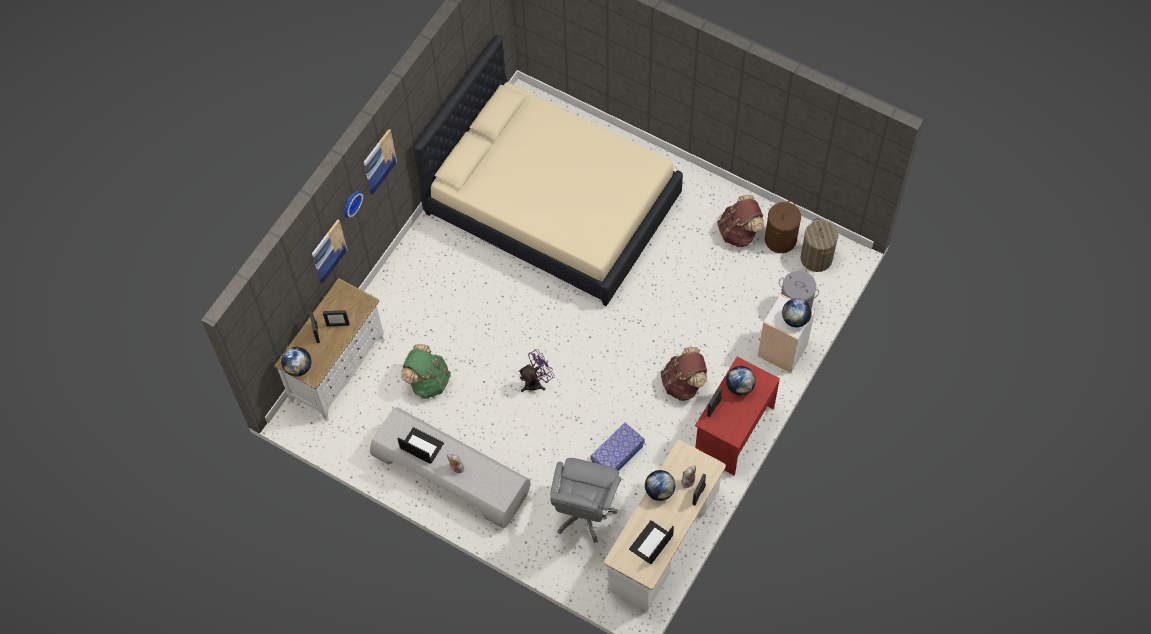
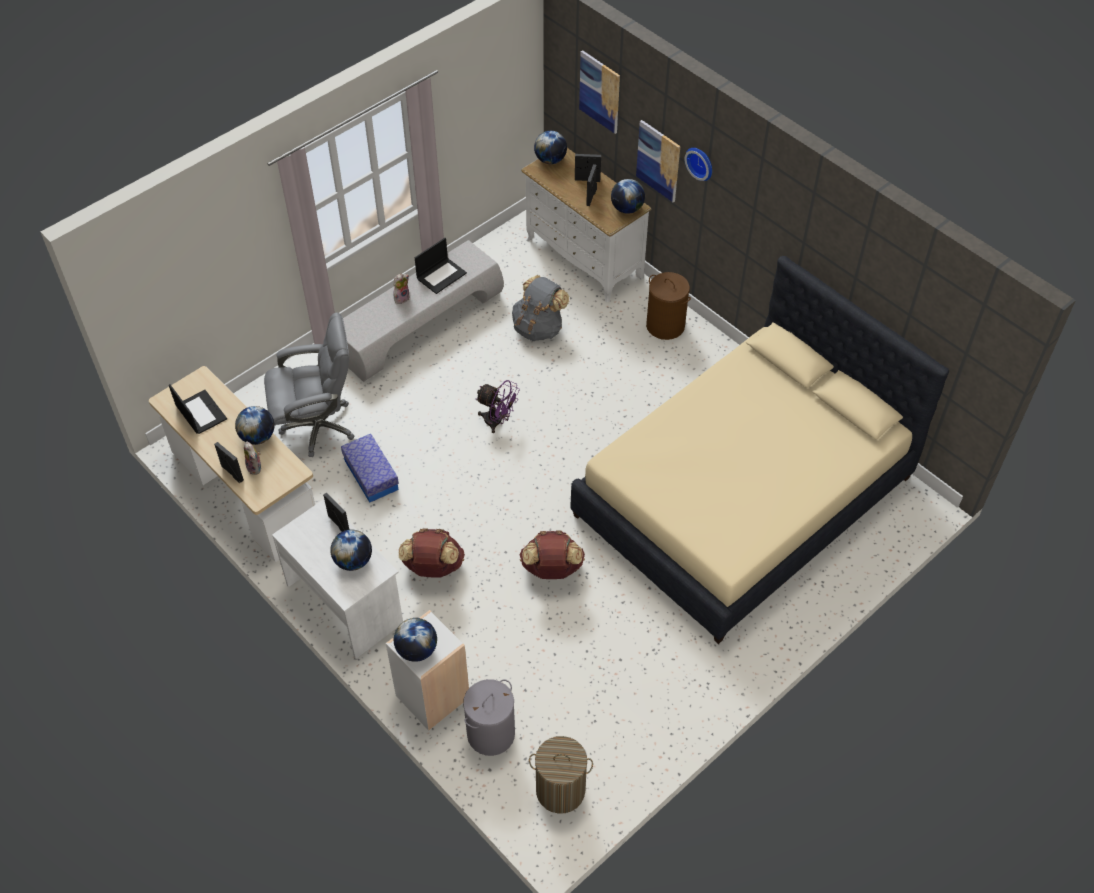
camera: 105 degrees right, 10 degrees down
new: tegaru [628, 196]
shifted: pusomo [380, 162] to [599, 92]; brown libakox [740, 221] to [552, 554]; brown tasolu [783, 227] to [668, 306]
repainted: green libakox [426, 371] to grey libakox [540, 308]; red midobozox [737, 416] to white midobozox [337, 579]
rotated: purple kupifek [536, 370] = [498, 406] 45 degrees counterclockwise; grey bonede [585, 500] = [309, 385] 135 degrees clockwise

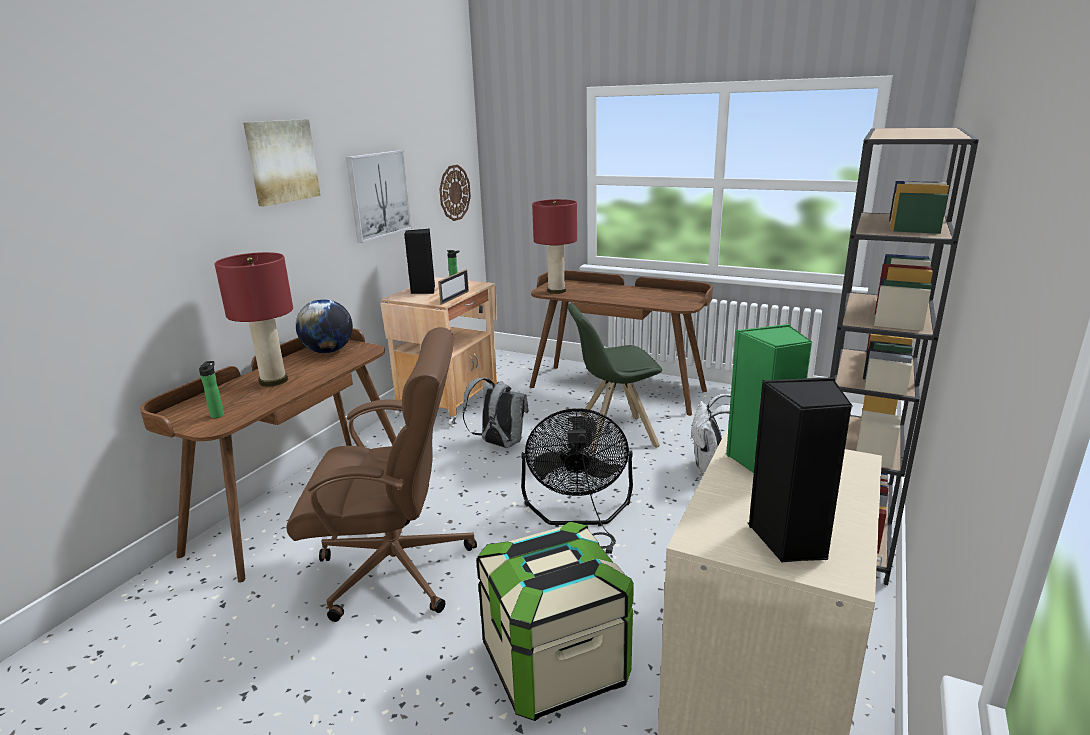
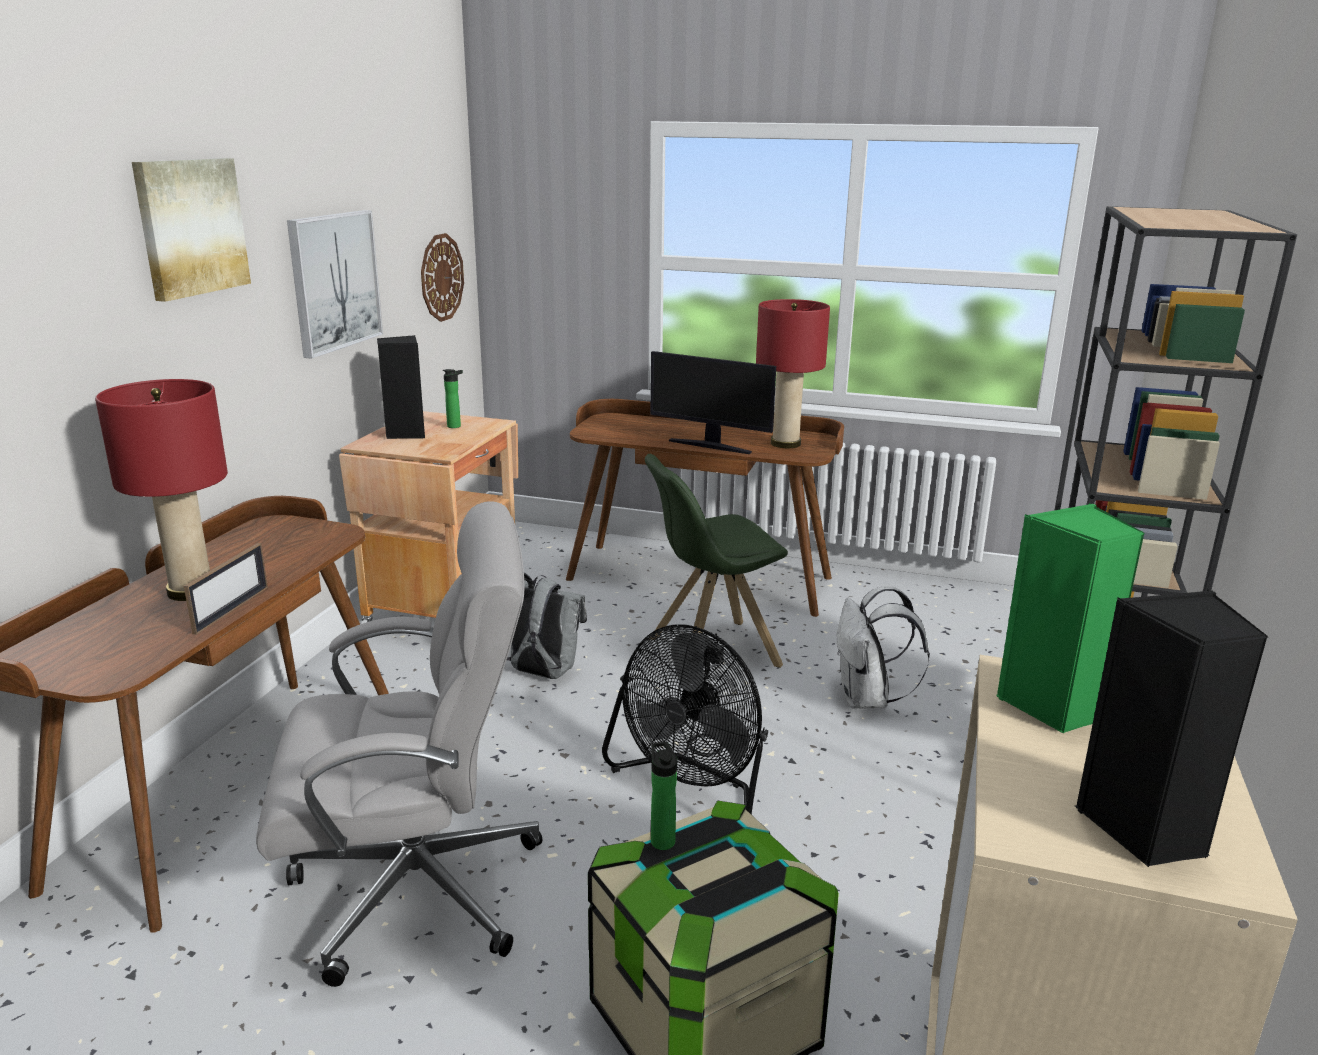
camera: 10 degrees left, 0 degrees up
gone: tegaru [324, 326]
new: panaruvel [713, 402]
shifted: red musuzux [554, 246] to [793, 373]; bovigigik [453, 287] to [226, 589]; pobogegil [211, 389] to [664, 796]
repainted: brown bonede [382, 474] to grey bonede [399, 744]
rotated: black kupifek [577, 481] = [685, 719] 135 degrees counterclockwise

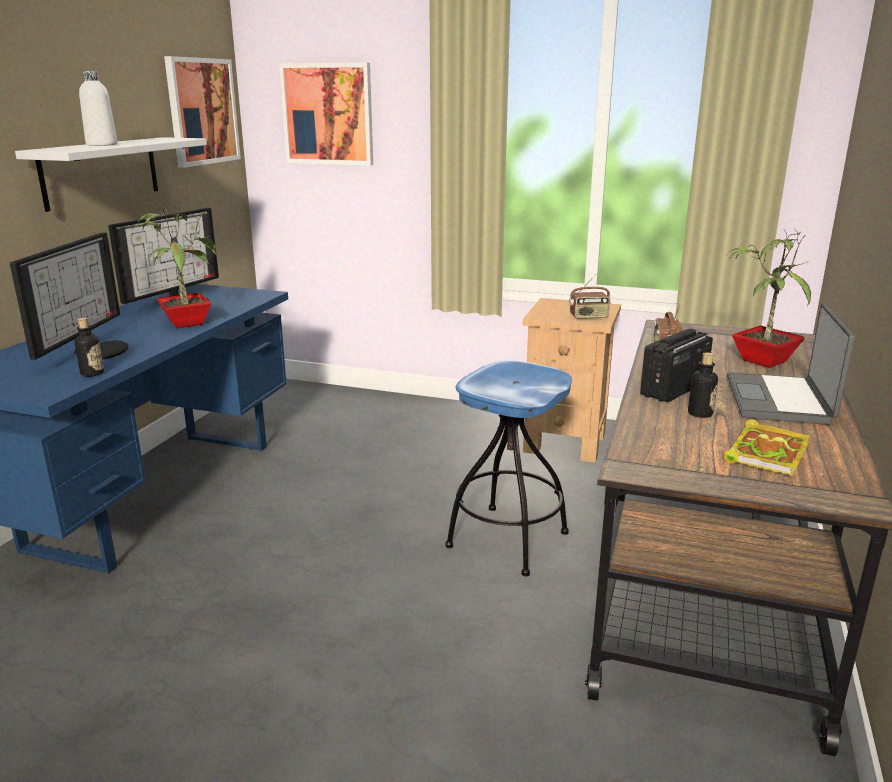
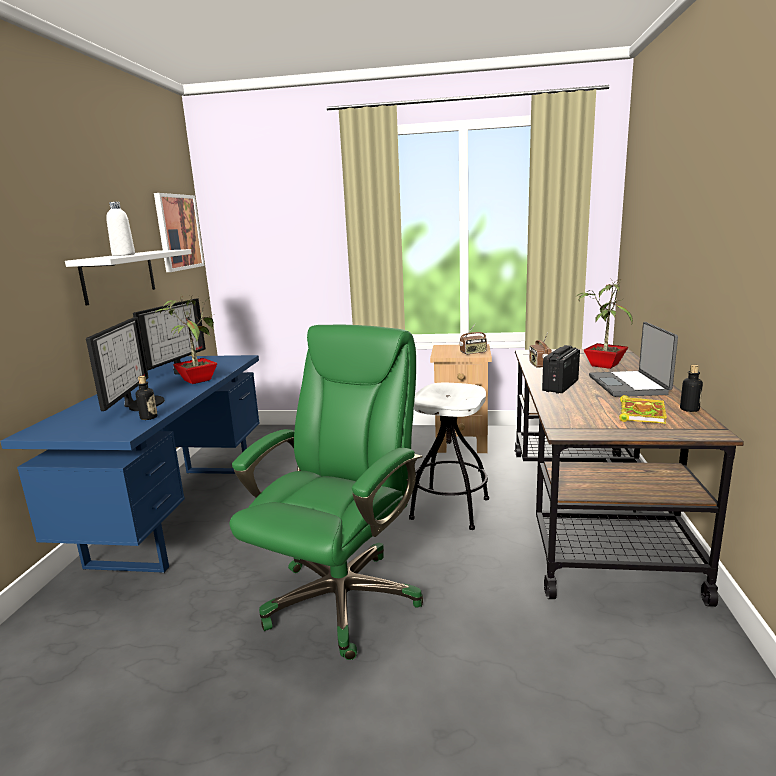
camera: 10 degrees left, 5 degrees down
gone: pusomo [326, 114]
new: green bonede [326, 492]
shifted: pobogegil [703, 385] to [691, 388]
repainted: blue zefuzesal [508, 468] to white zefuzesal [449, 456]

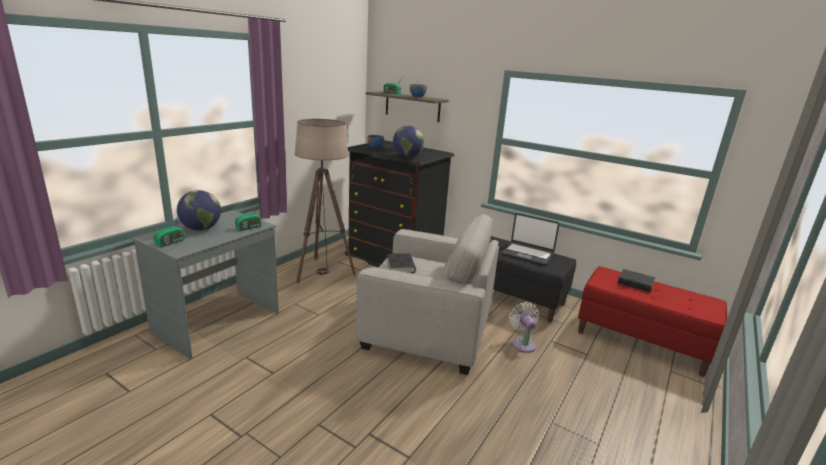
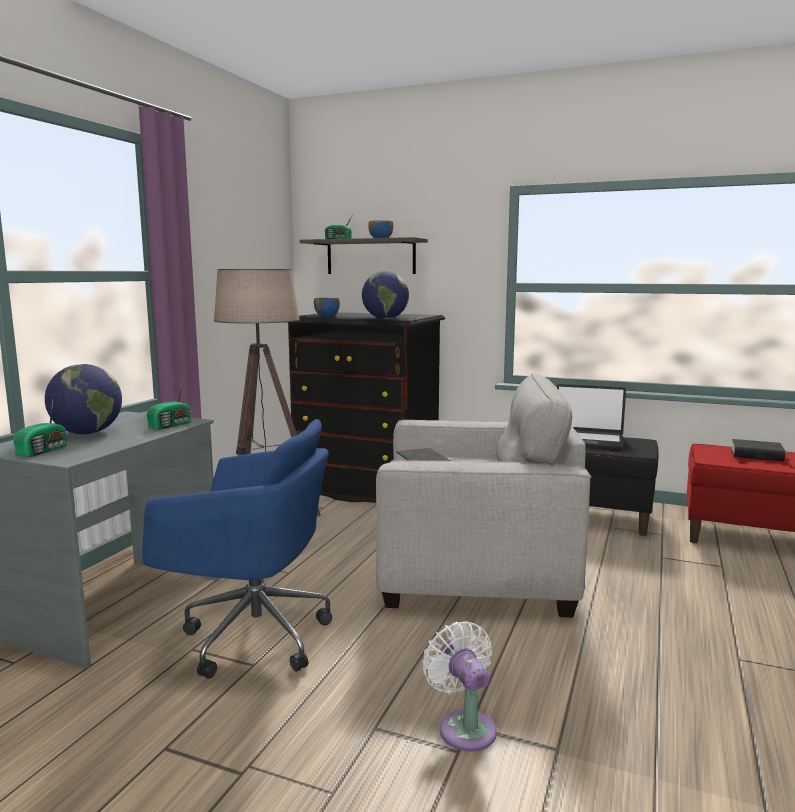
camera: 10 degrees left, 10 degrees down
new: blue bonede [237, 549]
shifted: white kupifek [524, 327] to [459, 686]

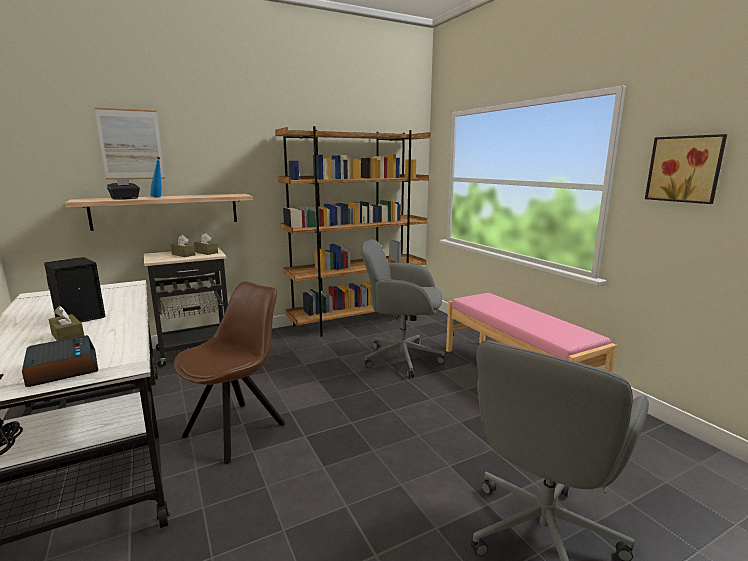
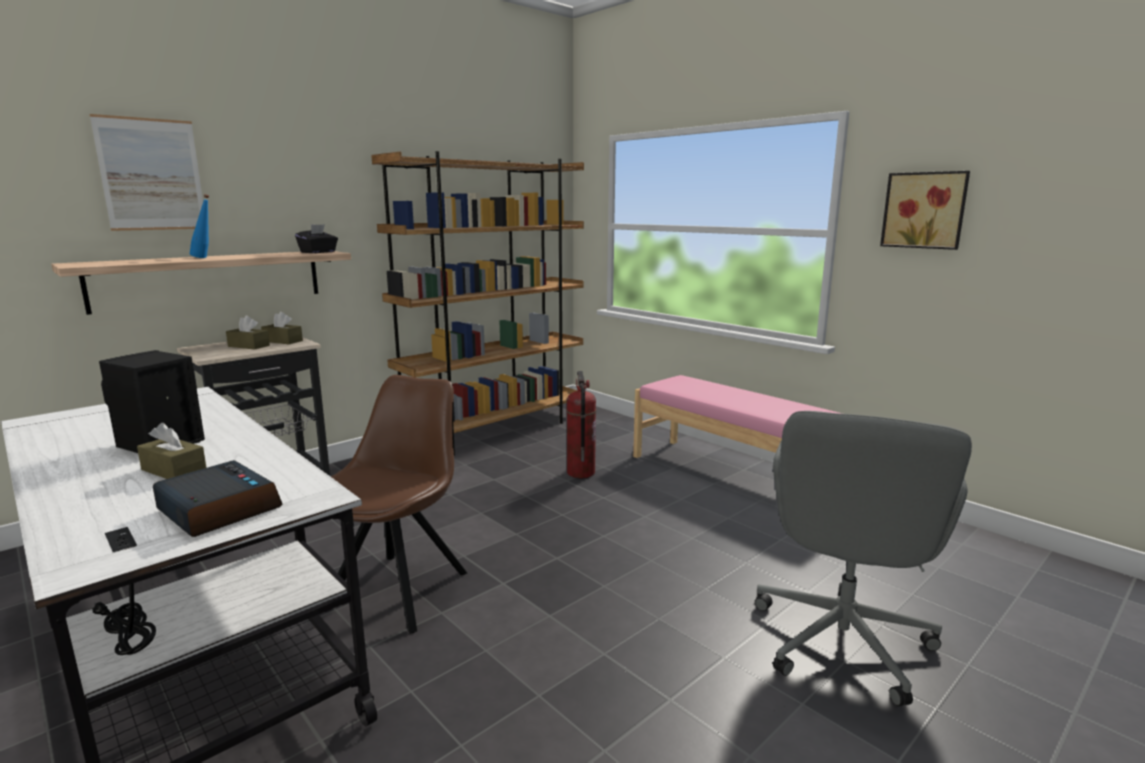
camera: 15 degrees left, 0 degrees up
shifted: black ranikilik [123, 189] to [316, 238]
swapped: grey bonede [403, 308] to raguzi [581, 424]

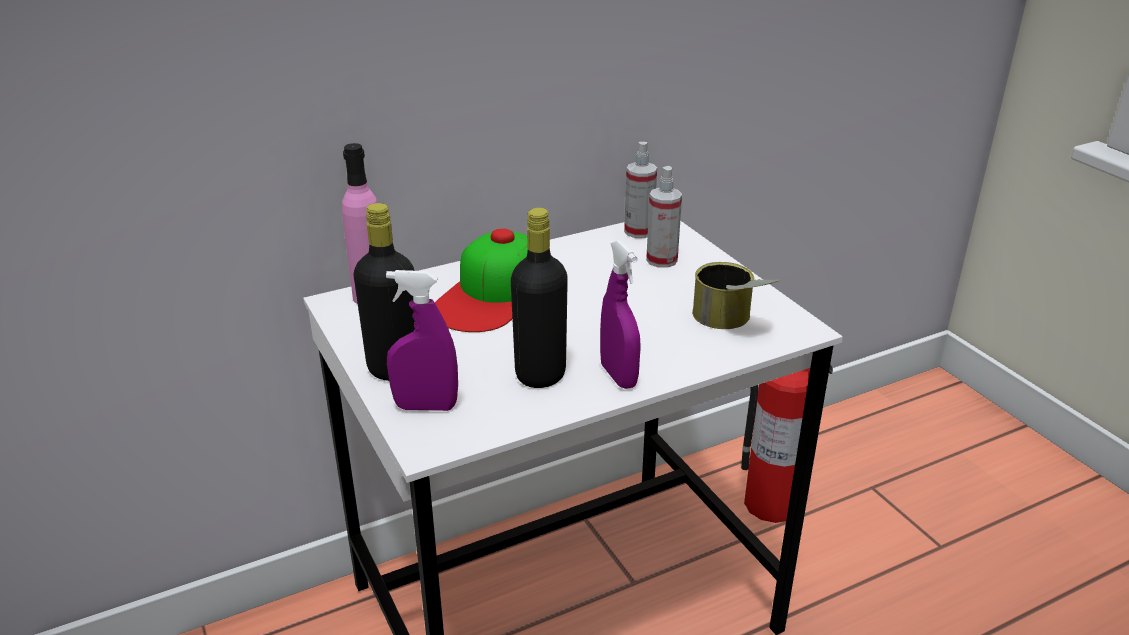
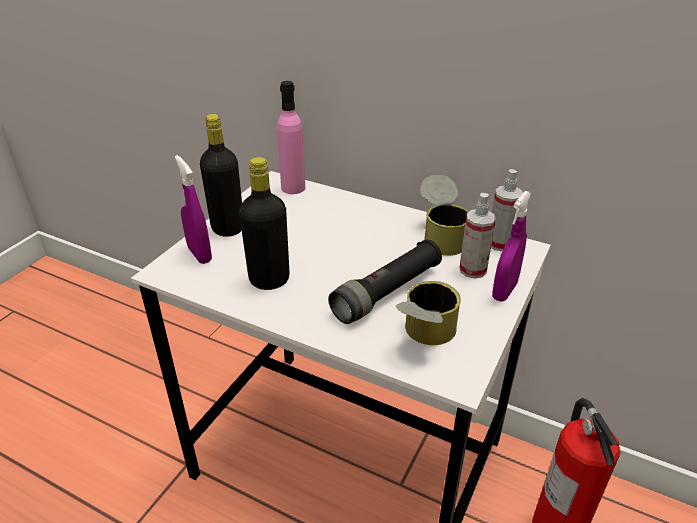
camera: 55 degrees right, 5 degrees up
gone: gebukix [481, 280]
new: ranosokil [444, 215]; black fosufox [385, 281]
shifted: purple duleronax [620, 314] to [511, 246]

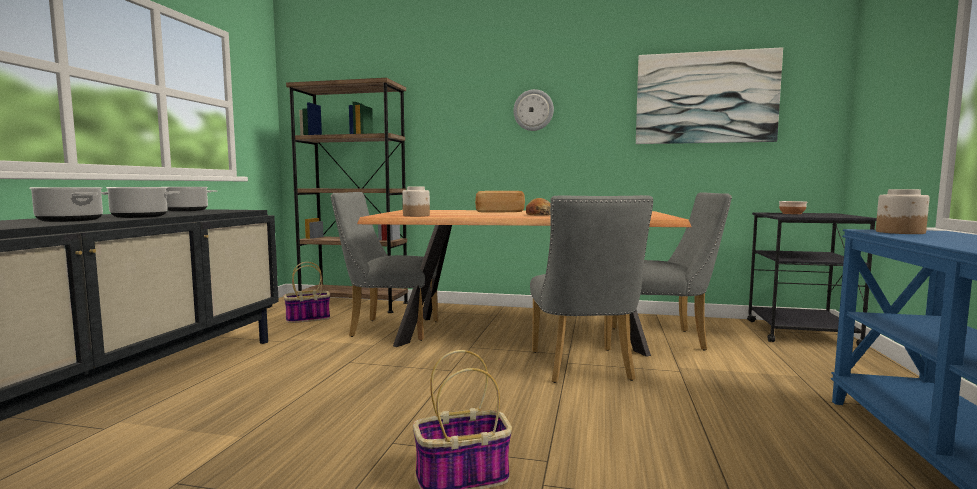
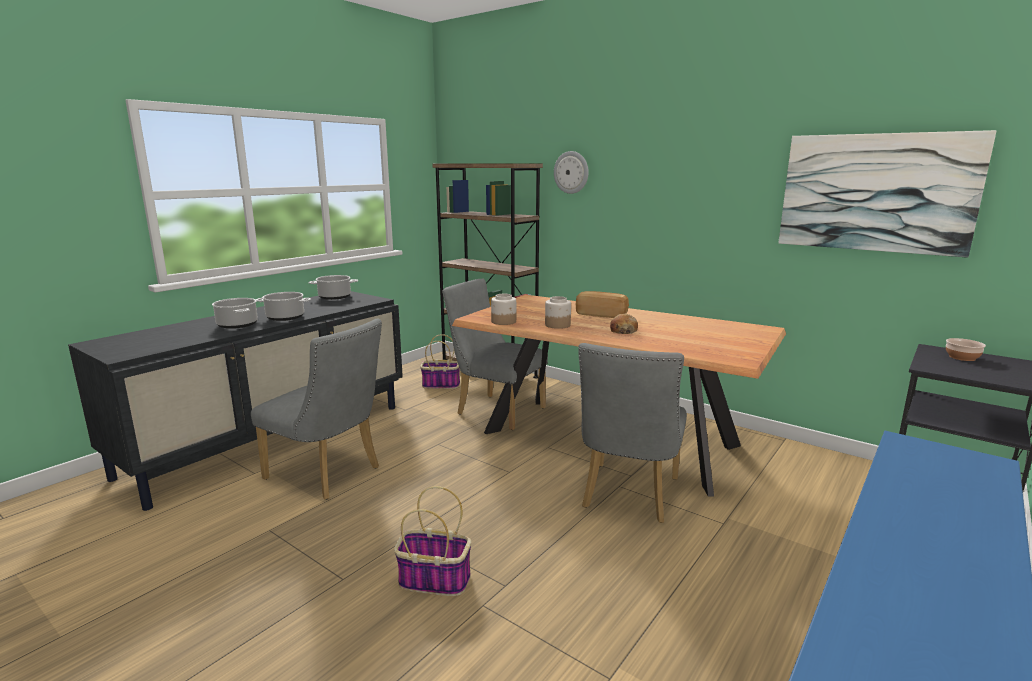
camera: 25 degrees right, 10 degrees up
shifted: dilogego [533, 110] to [571, 172]; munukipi [903, 211] to [558, 312]; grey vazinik [672, 272] to [316, 409]

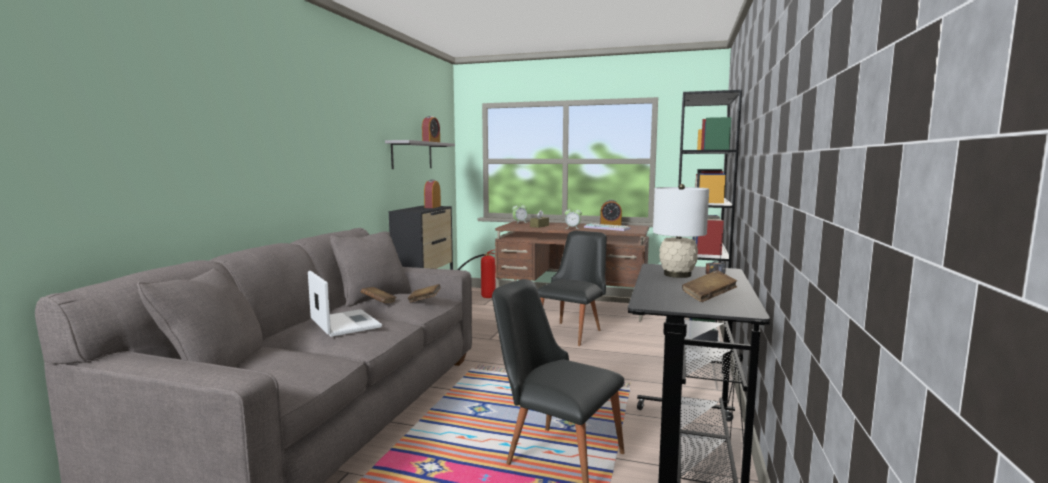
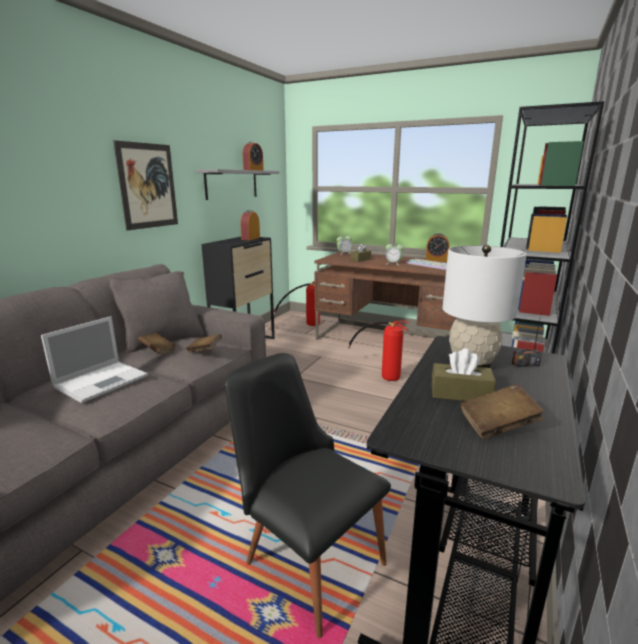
camera: 10 degrees right, 10 degrees up
new: pusomo [145, 185]; brown ranikilik [464, 375]
swapped: black vazinik [572, 288] to raguzi [378, 351]
rotated: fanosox [345, 304] = [94, 359] 60 degrees clockwise

